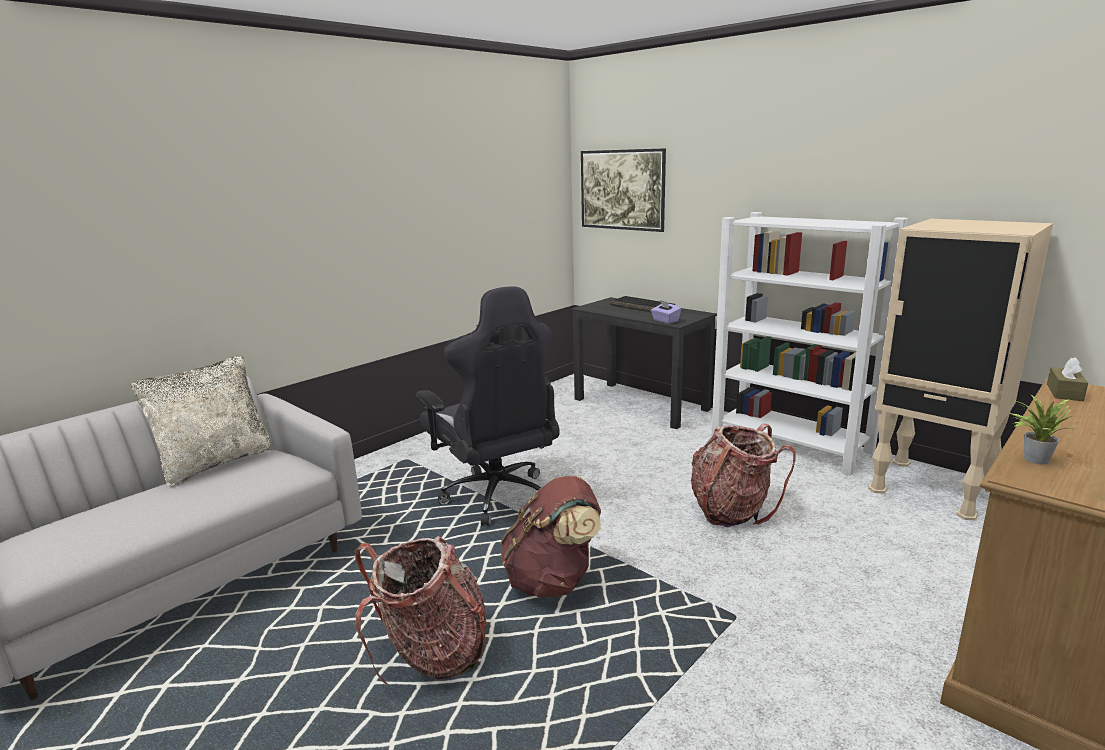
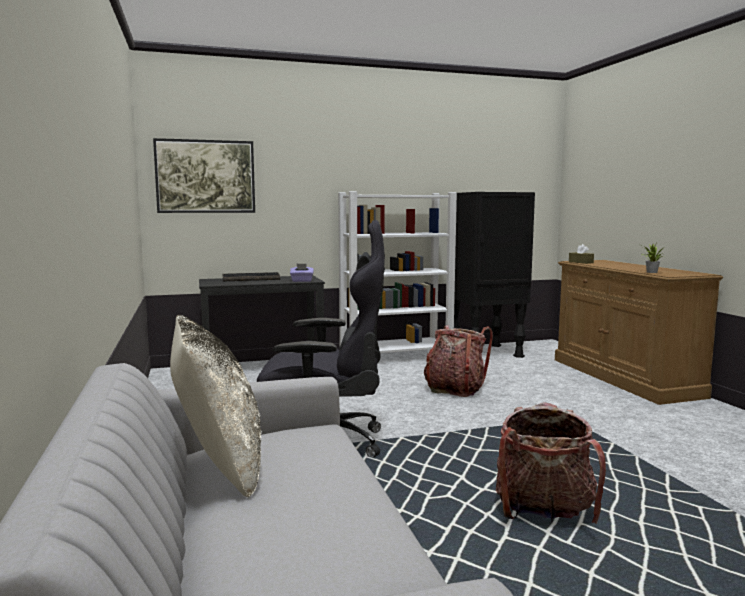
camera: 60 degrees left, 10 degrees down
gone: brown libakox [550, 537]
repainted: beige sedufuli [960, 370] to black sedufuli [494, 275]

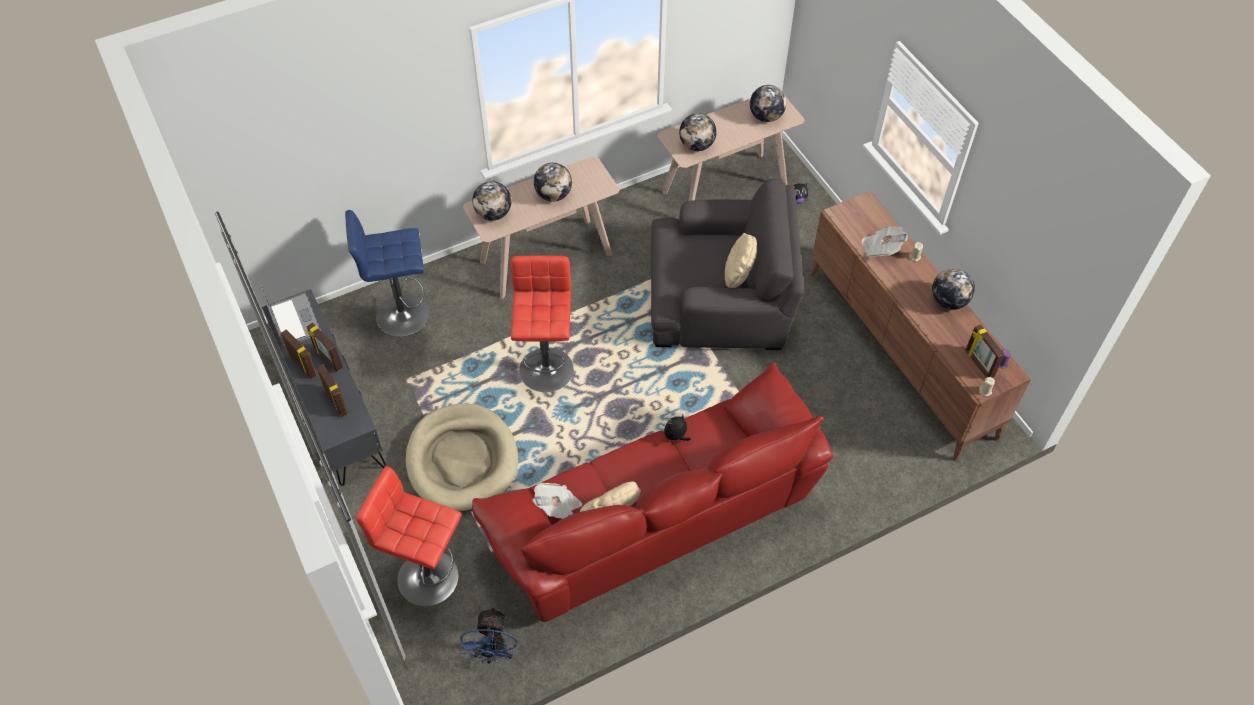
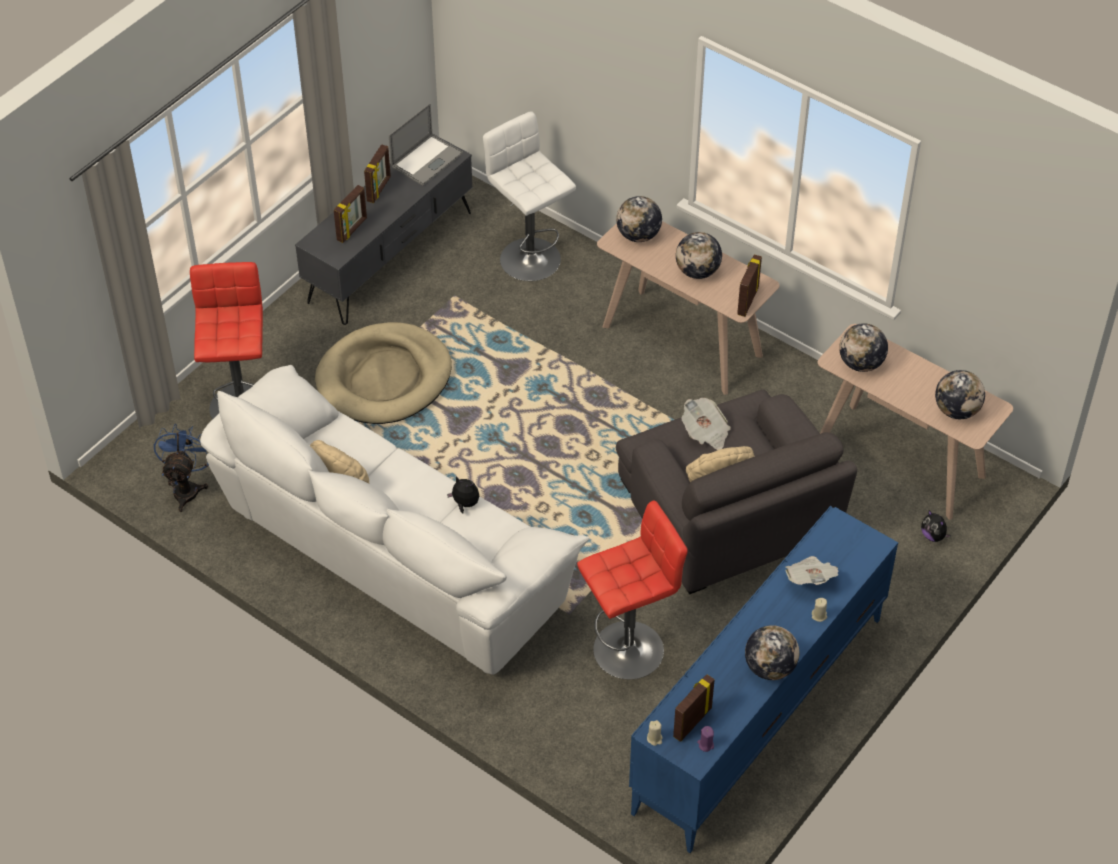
camera: 65 degrees right, 5 degrees down
shifted: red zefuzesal [542, 323] to [632, 590]; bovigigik [325, 347] to [749, 285]; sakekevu [557, 501] to [706, 424]
repainted: brown sedufuli [920, 326] to blue sedufuli [763, 679]; blue zefuzesal [387, 273] to white zefuzesal [529, 196]; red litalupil [652, 491] to white litalupil [394, 520]
rotated: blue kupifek [488, 635] = [181, 468] 120 degrees clockwise

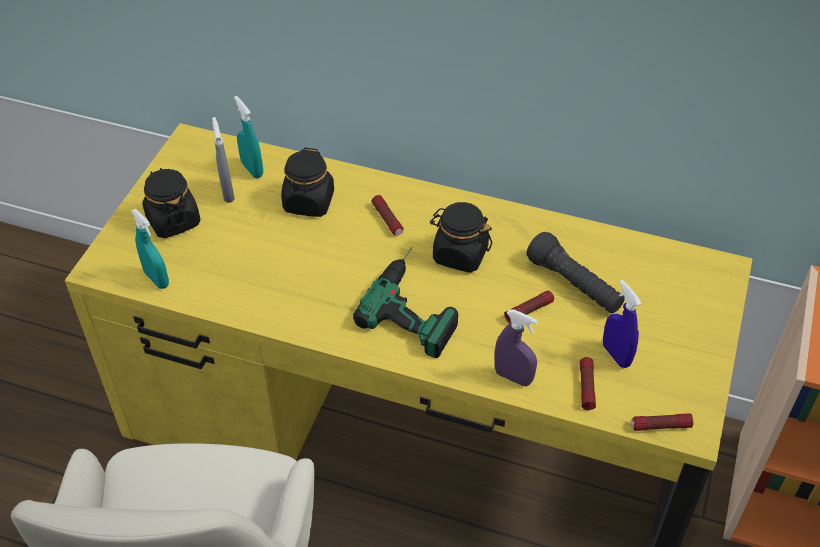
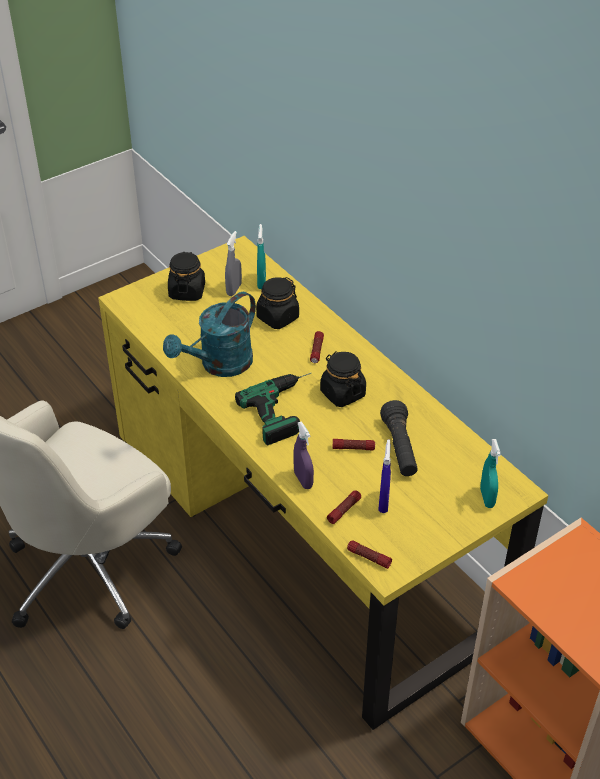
camera: 35 degrees right, 5 degrees down
new: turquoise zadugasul [209, 334]
shifted: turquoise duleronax [150, 249] to [490, 473]

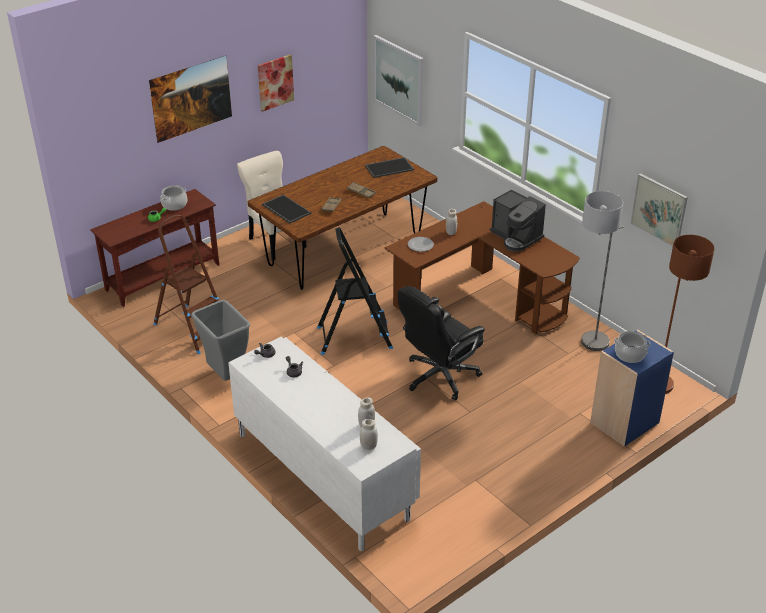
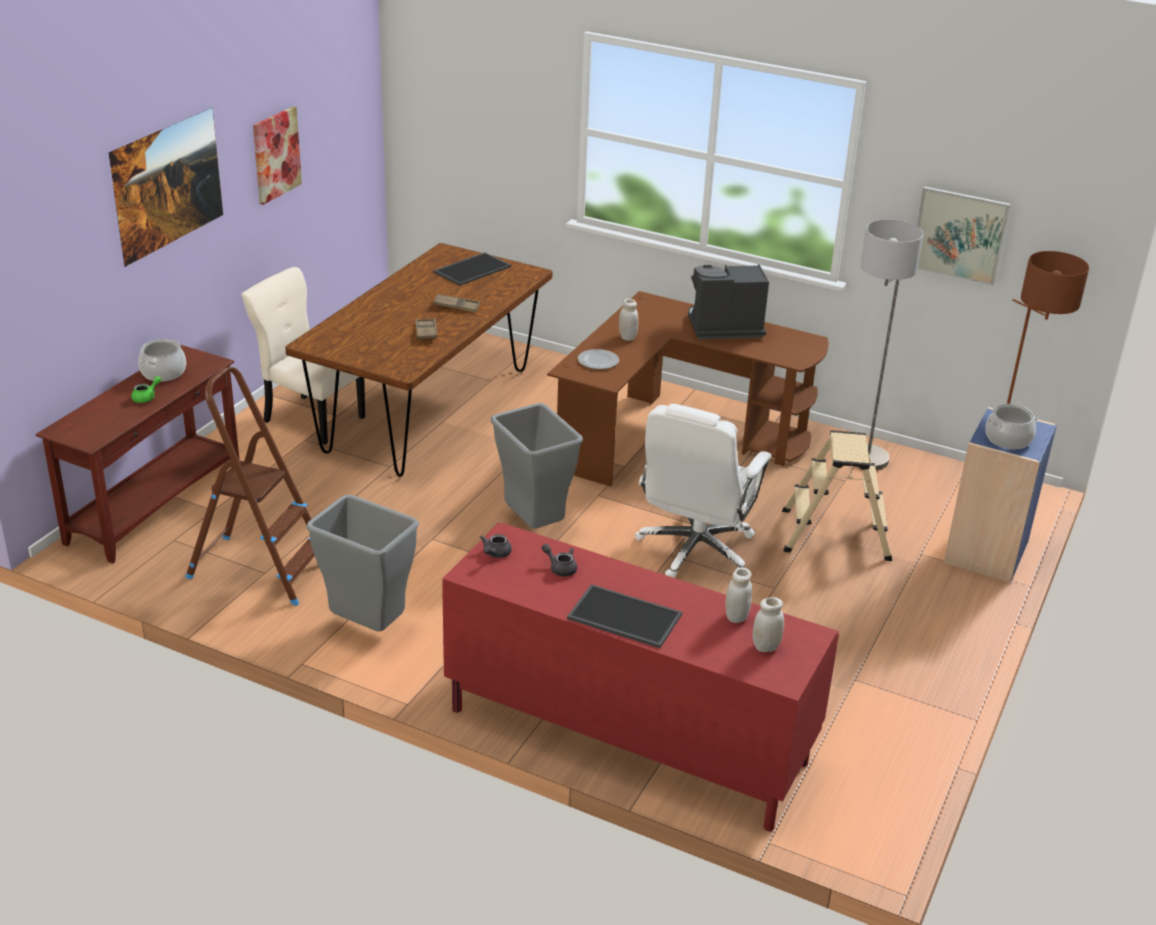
camera: 25 degrees left, 5 degrees down
gone: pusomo [398, 80]
new: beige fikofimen [837, 495]
shifted: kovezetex [286, 209] to [624, 616]
swapped: black fikofimen [355, 291] to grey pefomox [537, 466]
repainted: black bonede [441, 343] to white bonede [703, 491]; white sedufuli [324, 444] to red sedufuli [641, 676]
rotated: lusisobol [518, 221] = [728, 301] 150 degrees clockwise

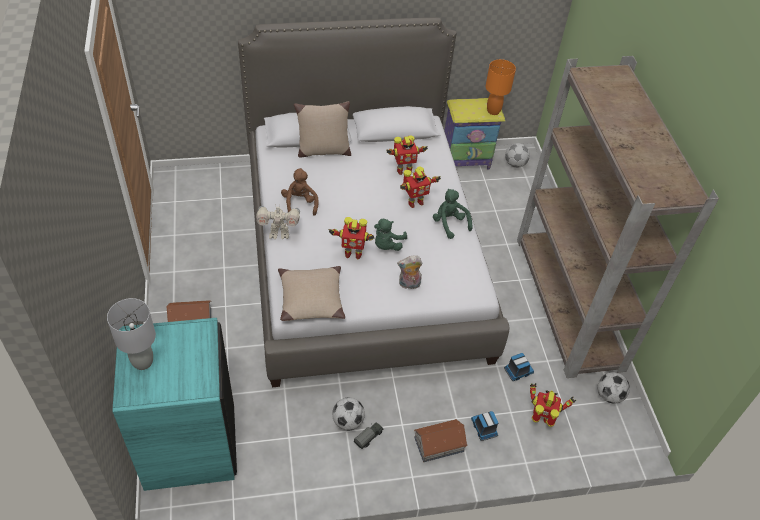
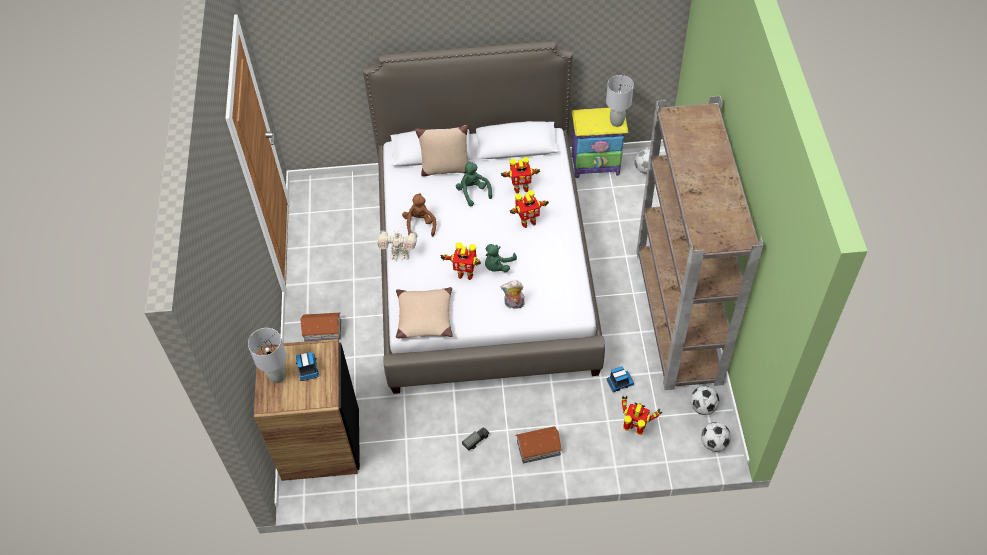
camera: 10 degrees right, 5 degrees up
shifted: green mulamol [453, 214] to [474, 184]; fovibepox [348, 413] to [716, 437]; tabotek [484, 426] to [307, 366]
repainted: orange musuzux [500, 87] to grey musuzux [620, 101]; turquoise sedufuli [174, 404] to brown sedufuli [307, 410]

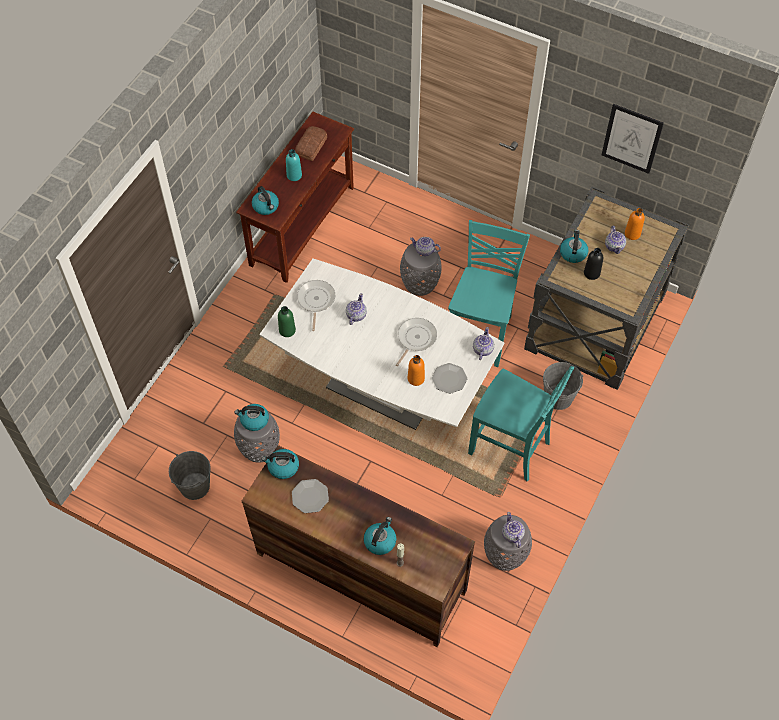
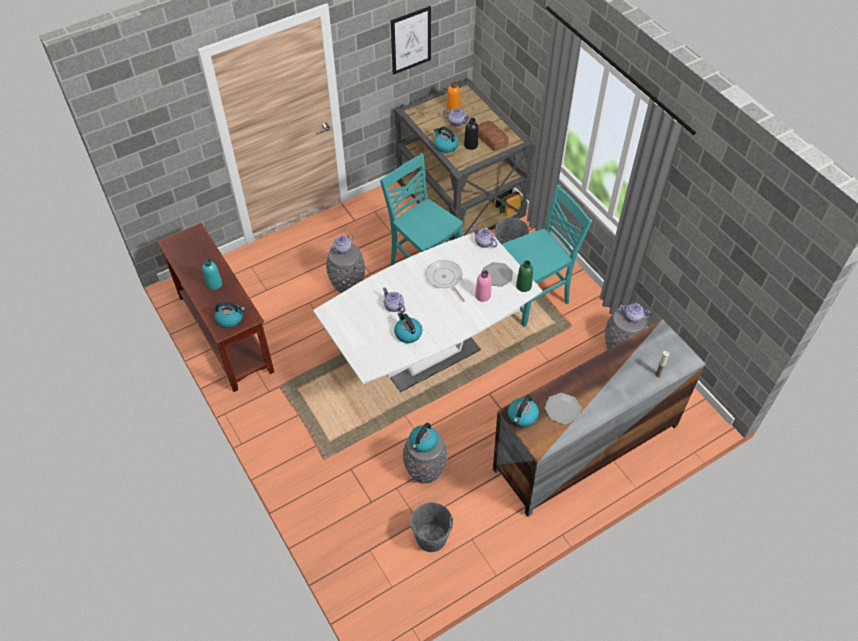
camera: 60 degrees left, 5 degrees down
gone: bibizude [316, 305]
shifted: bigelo [311, 143] to [493, 136]; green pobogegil [287, 321] to [524, 276]; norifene [380, 536] to [408, 327]
repainted: orange pobogegil [416, 370] to pink pobogegil [483, 286]; brown sedufuli [358, 546] to grey sedufuli [599, 418]

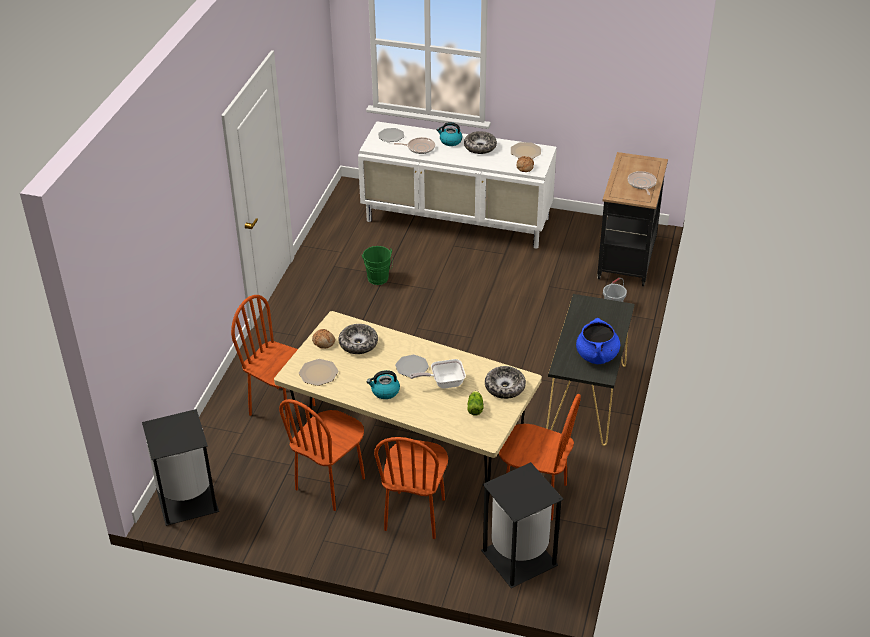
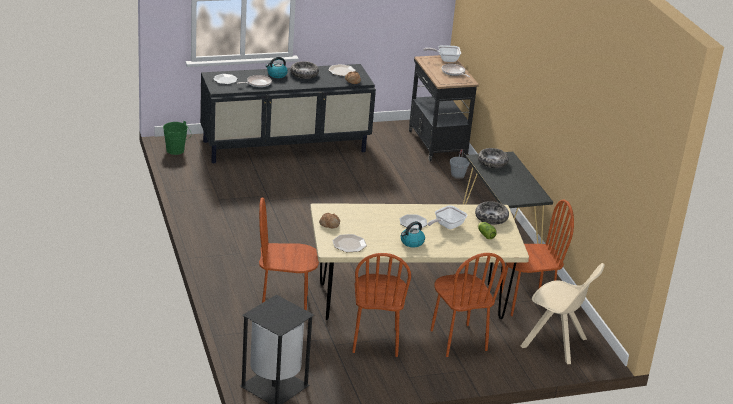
camera: 35 degrees left, 10 degrees down
gone: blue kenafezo [598, 341]
new: bibizude [442, 53]
shifted: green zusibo [377, 265] to [177, 138]; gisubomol [358, 339] to [493, 158]
swapped: black pefomox [522, 525] to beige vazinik [563, 313]
repainted: white sedufuli [457, 185] to black sedufuli [288, 113]

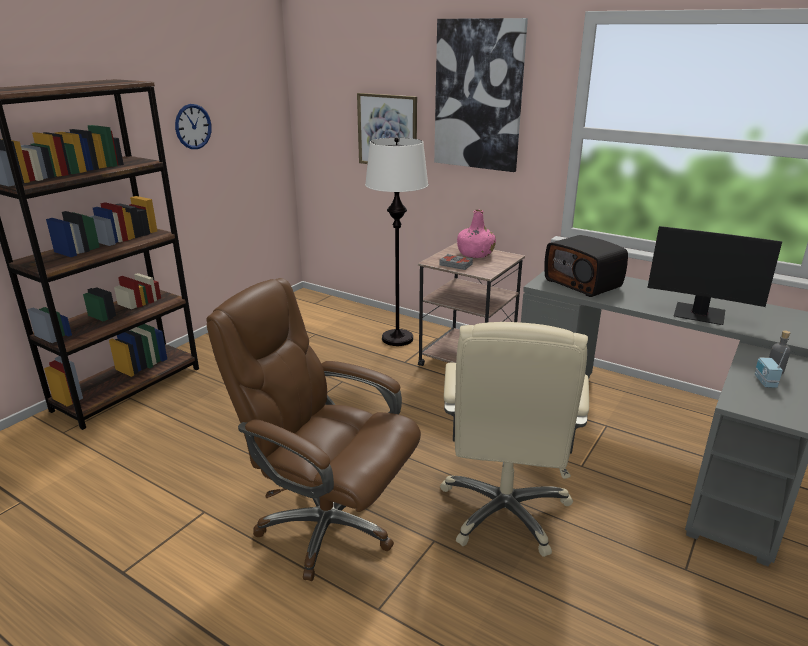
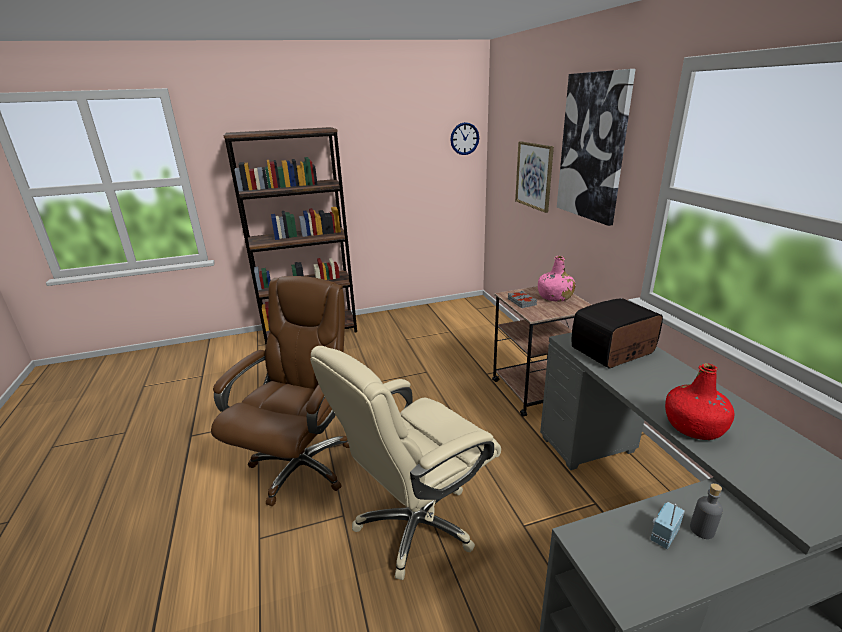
camera: 40 degrees right, 0 degrees up
gone: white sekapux [397, 241]
shifted: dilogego [193, 126] to [464, 138]
swapped: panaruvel [714, 275] to red pobogegil [700, 401]
rotated: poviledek [586, 266] = [617, 333] 60 degrees clockwise; brown bonede [313, 429] = [280, 391] 45 degrees clockwise

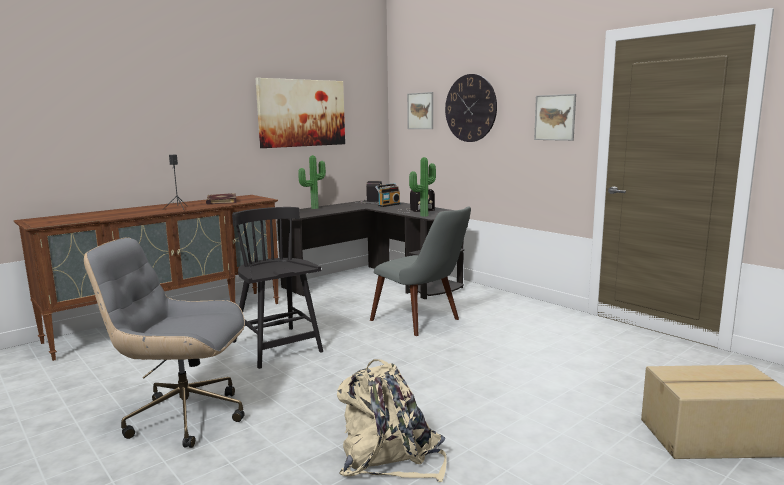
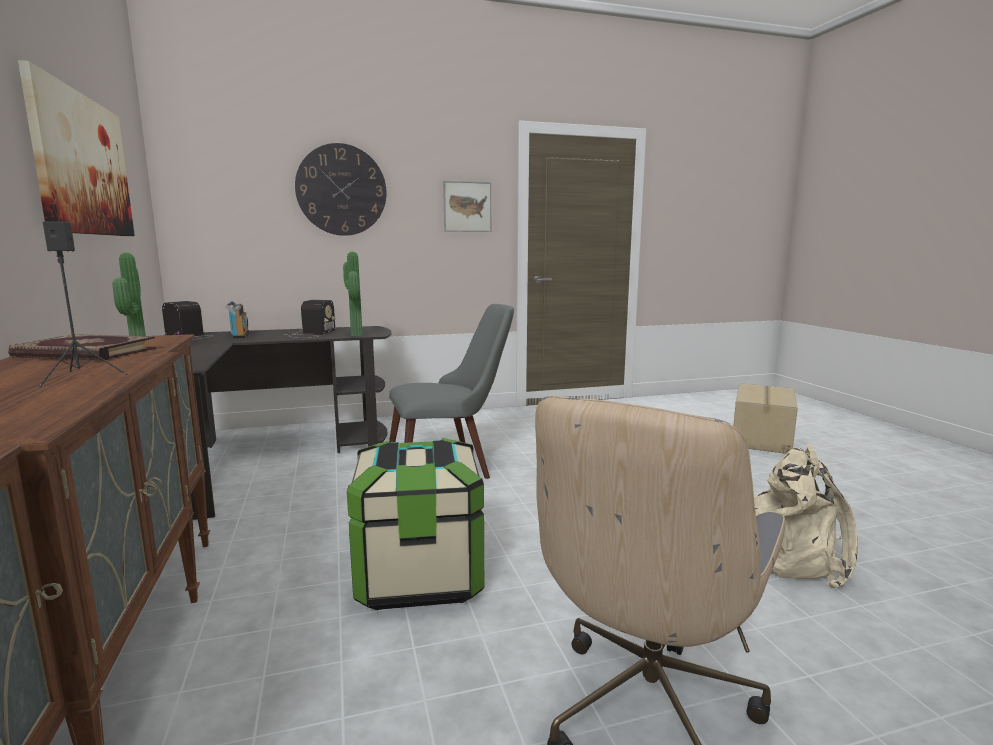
camera: 65 degrees left, 0 degrees up
gone: pusomo [420, 110]
swapped: black vazinik [277, 288] to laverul [415, 524]

